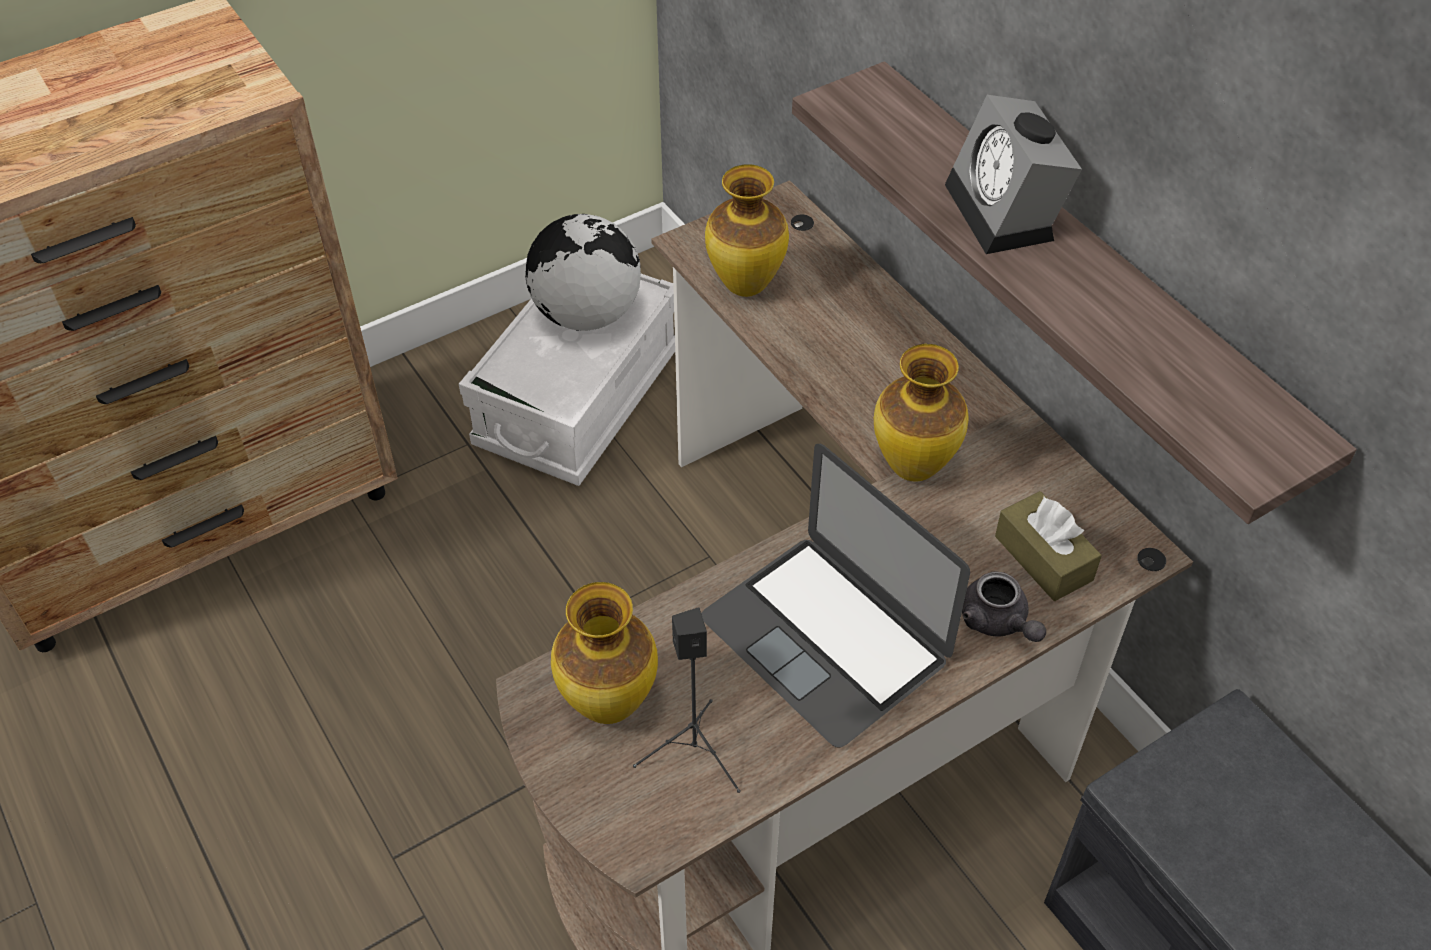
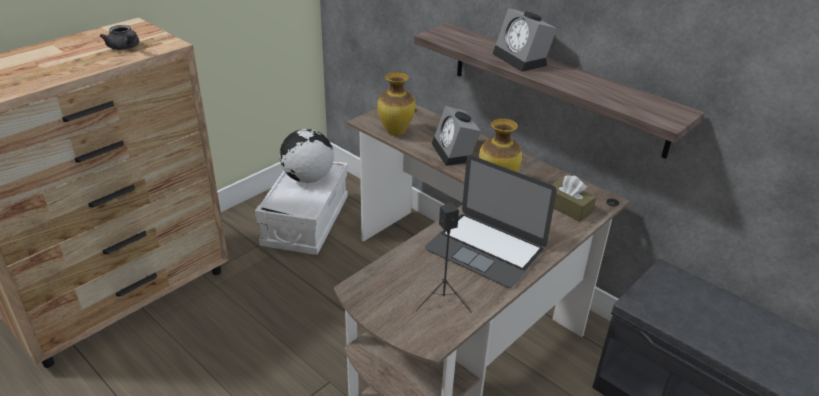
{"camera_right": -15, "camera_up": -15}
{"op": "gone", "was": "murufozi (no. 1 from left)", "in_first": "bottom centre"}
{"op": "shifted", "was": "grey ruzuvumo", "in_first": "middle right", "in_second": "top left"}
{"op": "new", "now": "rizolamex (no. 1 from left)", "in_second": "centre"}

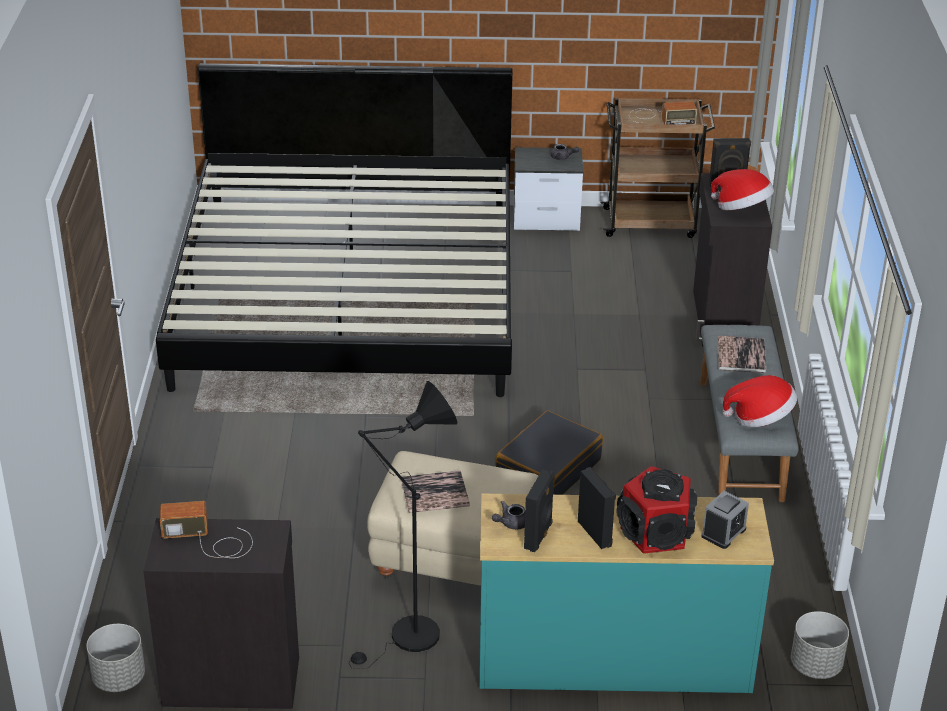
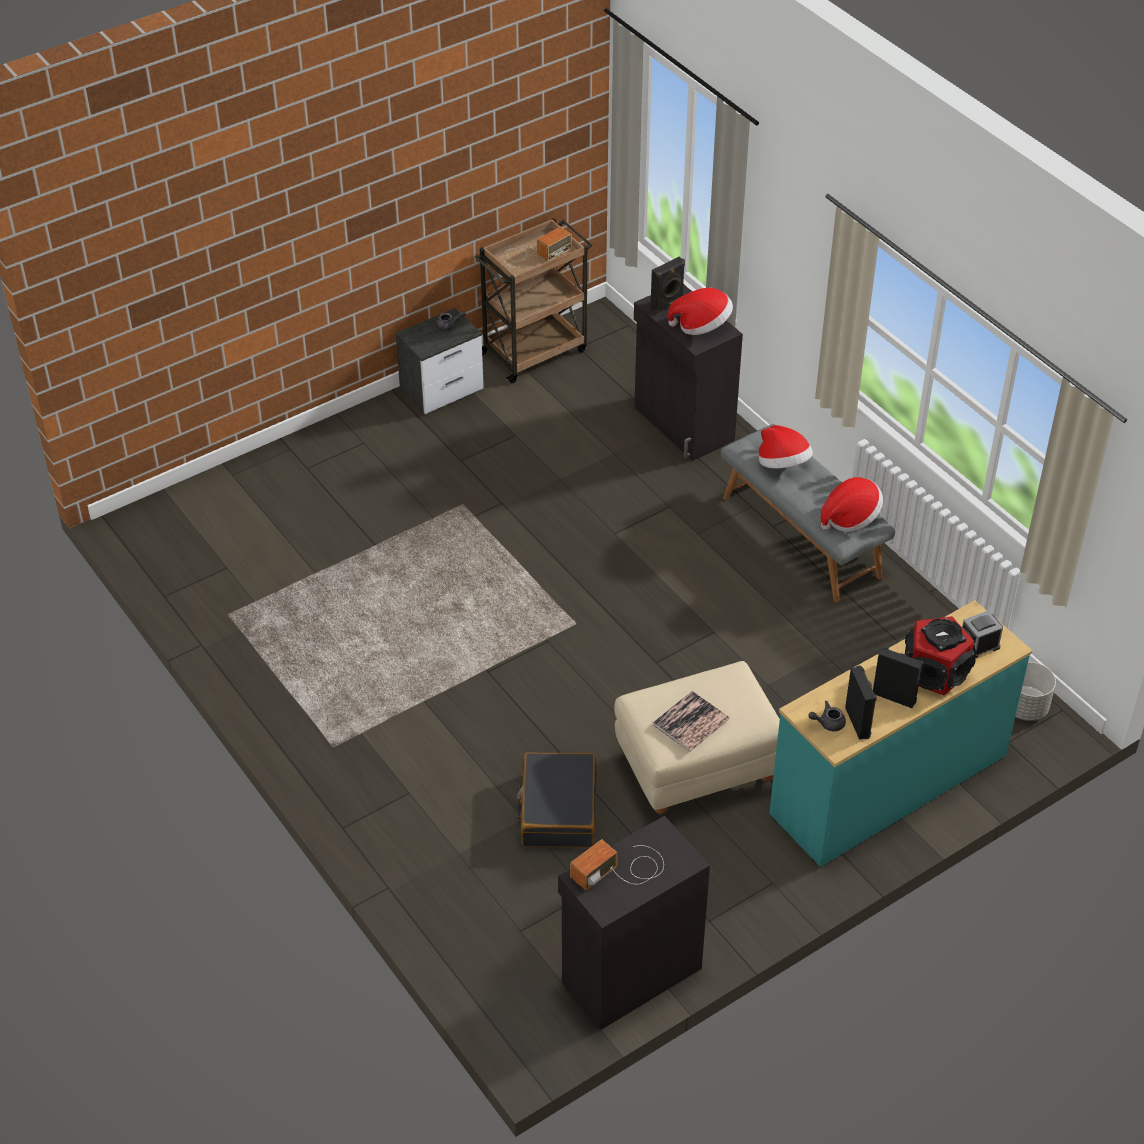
{"camera_right": -35, "camera_up": 10}
{"op": "gone", "was": "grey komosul (no. 1 from left)", "in_first": "bottom left"}
{"op": "gone", "was": "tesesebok", "in_first": "top centre"}
{"op": "gone", "was": "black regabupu", "in_first": "bottom centre"}
{"op": "rotated", "was": "grey ruzuvumo (no. 1 from left in the first image)", "in_first": "bottom centre", "in_second": "middle right", "clockwise": 60}
{"op": "shifted", "was": "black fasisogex", "in_first": "centre", "in_second": "bottom centre"}
{"op": "rotated", "was": "rizolamex", "in_first": "bottom right", "in_second": "middle right", "clockwise": -120}
{"op": "swapped", "was": "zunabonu (no. 2 from left)", "now": "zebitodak (no. 2 from left)", "in_first": "middle right", "in_second": "middle right"}

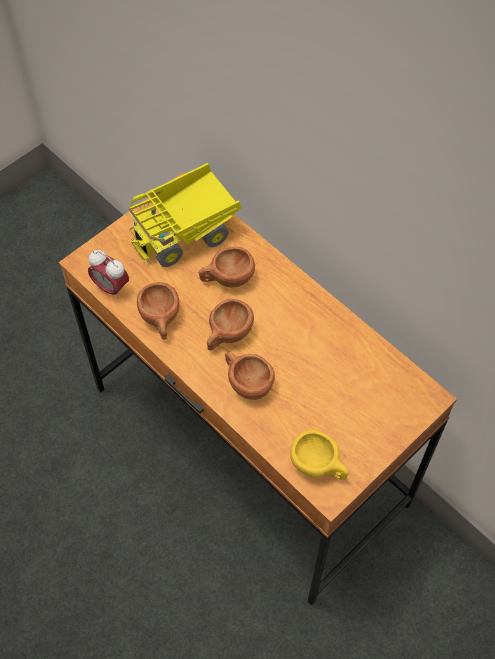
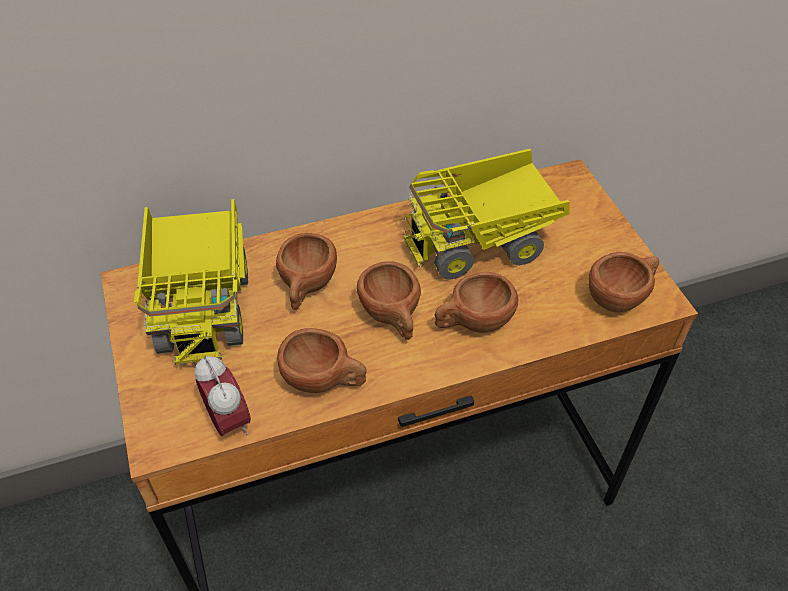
{"camera_right": -65, "camera_up": -10}
{"op": "rotated", "was": "rizolamex", "in_first": "middle left", "in_second": "bottom left", "clockwise": -90}
{"op": "repainted", "was": "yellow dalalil", "now": "brown dalalil (no. 5 from left)", "in_first": "bottom centre", "in_second": "middle right"}
{"op": "new", "now": "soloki (no. 2 from left)", "in_second": "centre"}

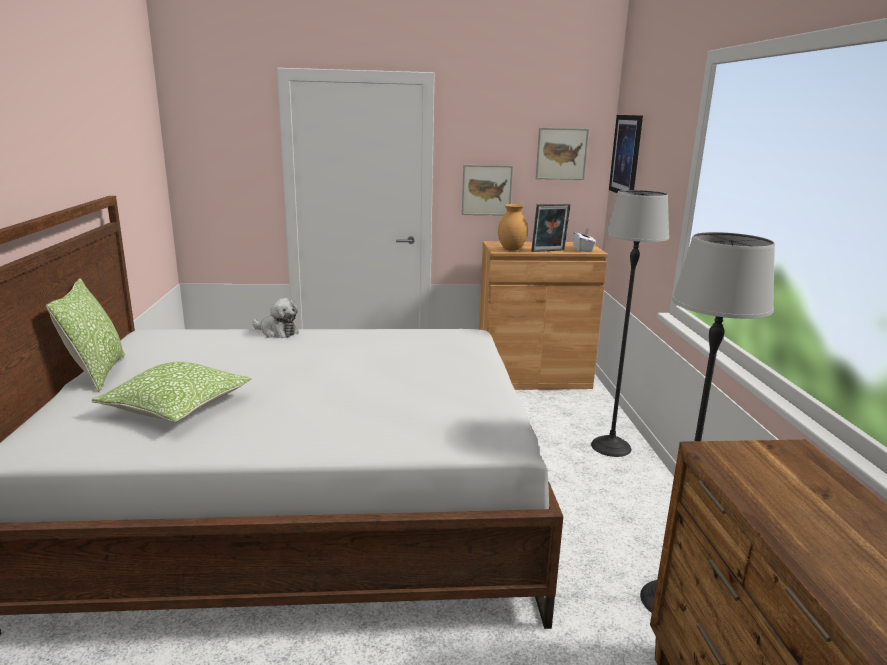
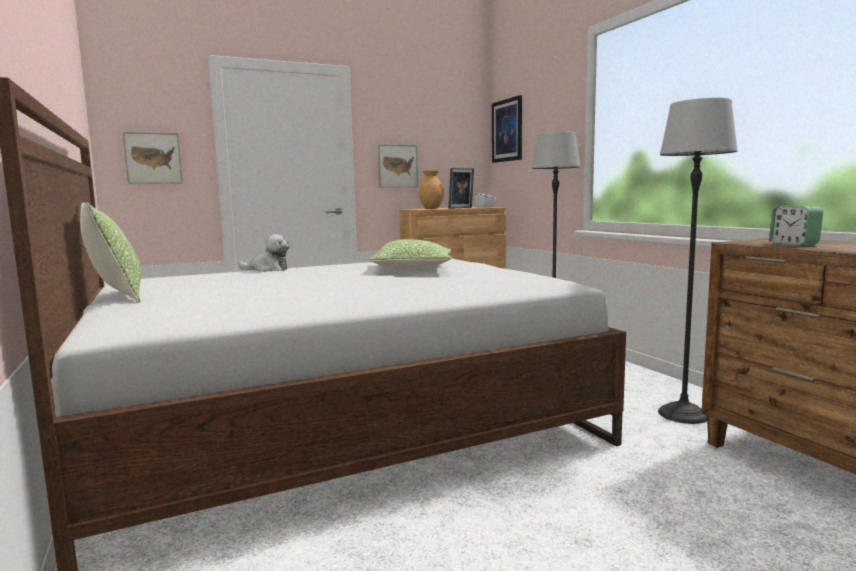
{"camera_right": -20, "camera_up": -10}
{"op": "shifted", "was": "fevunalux (no. 2 from left)", "in_first": "middle left", "in_second": "centre"}
{"op": "shifted", "was": "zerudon (no. 2 from left in the first image)", "now": "zerudon (no. 1 from left)", "in_first": "top centre", "in_second": "top left"}
{"op": "new", "now": "rizolamex", "in_second": "middle right"}

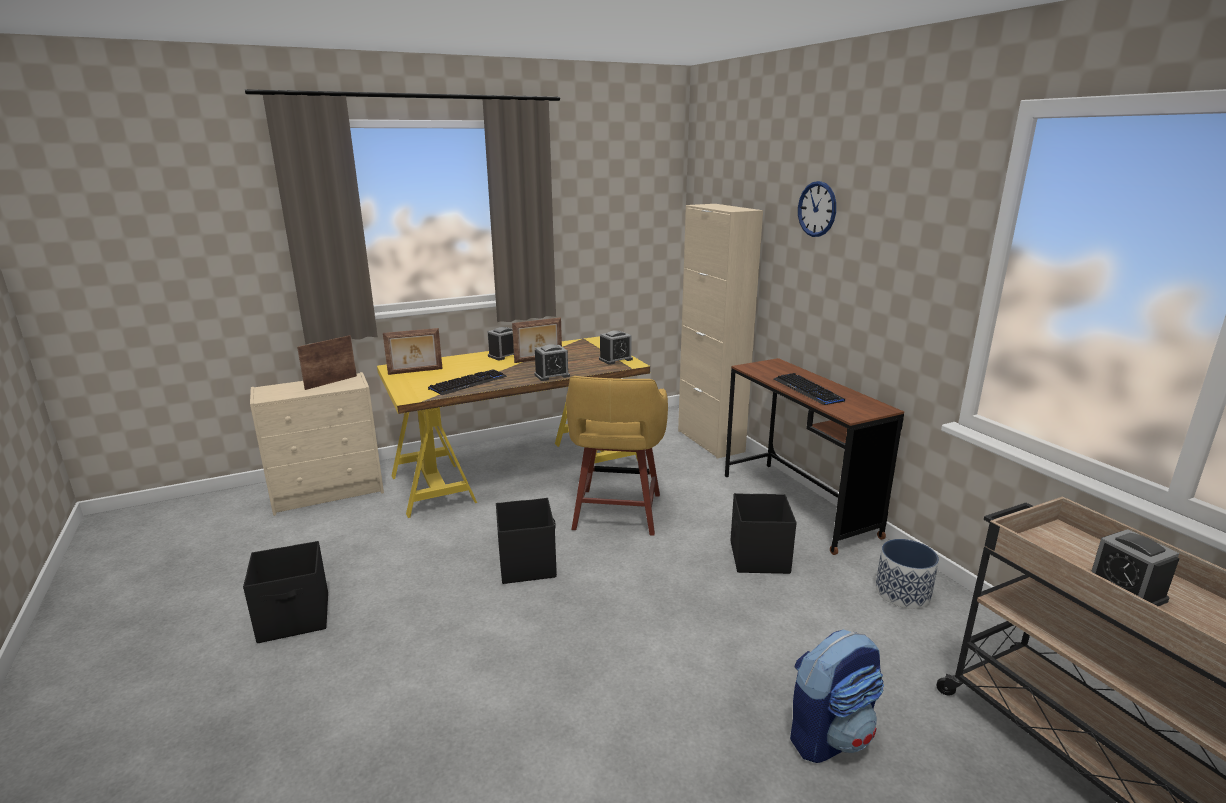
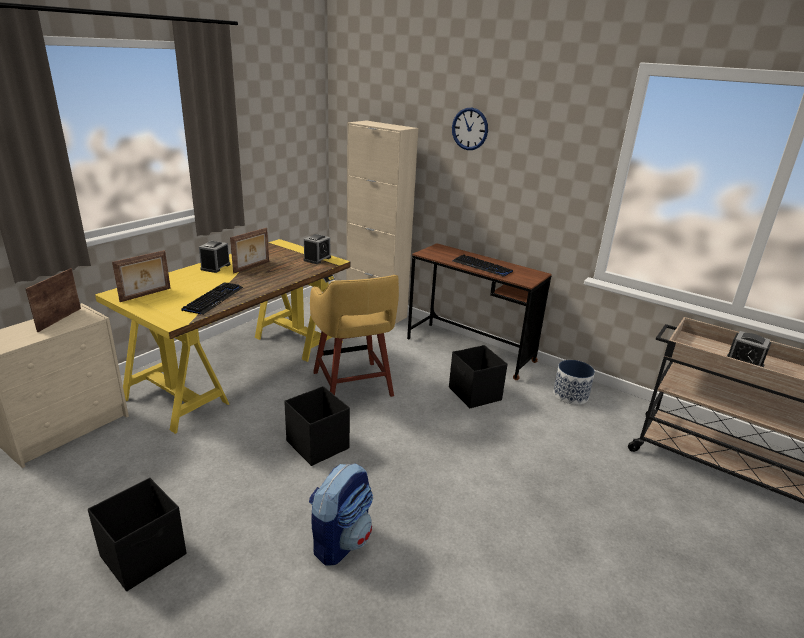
{"camera_right": -30, "camera_up": 5}
{"op": "gone", "was": "rizolamex (no. 2 from left)", "in_first": "centre"}
{"op": "shifted", "was": "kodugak", "in_first": "bottom right", "in_second": "bottom centre"}

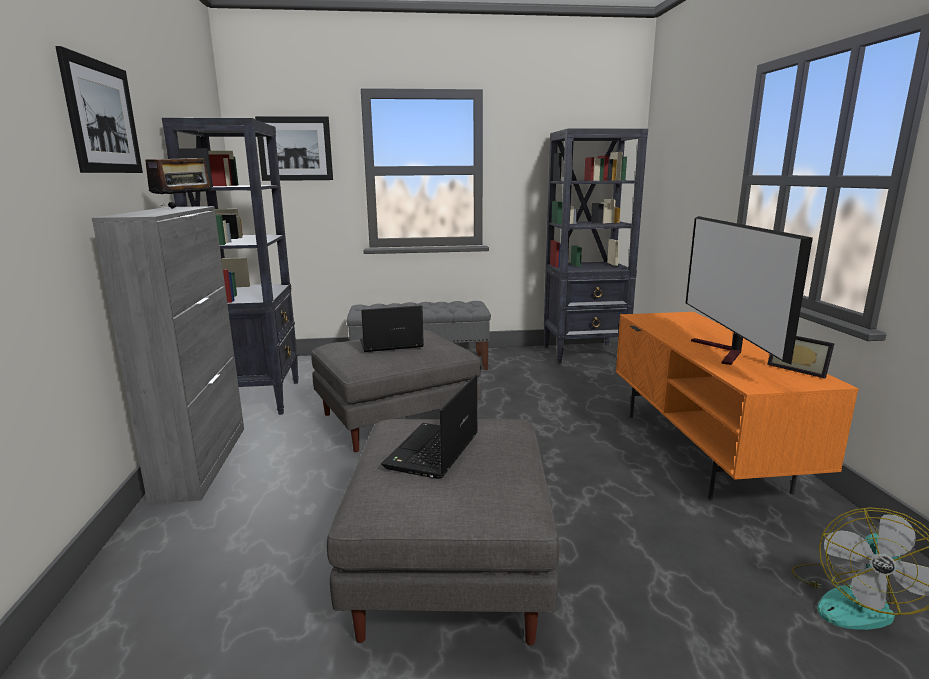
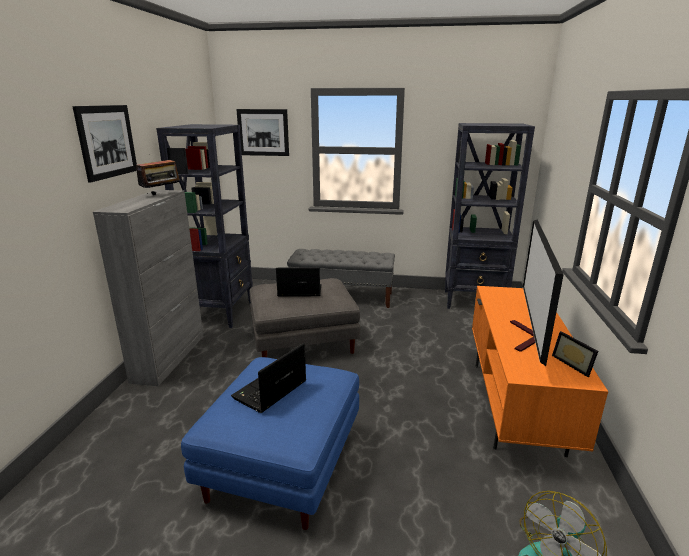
{"camera_right": 15, "camera_up": 5}
{"op": "repainted", "was": "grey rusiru (no. 2 from left)", "now": "blue rusiru", "in_first": "bottom centre", "in_second": "bottom centre"}

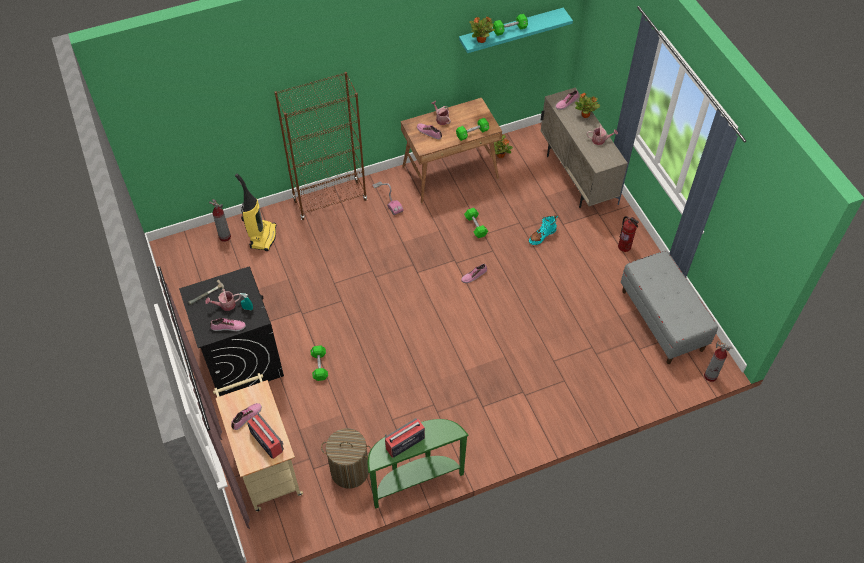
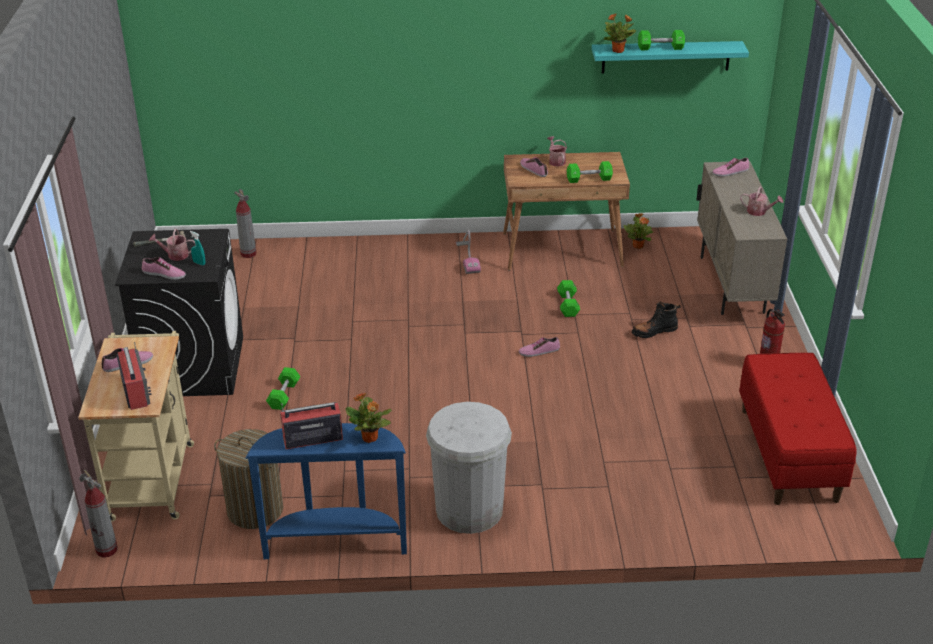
{"camera_right": 20, "camera_up": -20}
{"op": "gone", "was": "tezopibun (no. 1 from left)", "in_first": "middle left"}
{"op": "gone", "was": "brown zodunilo", "in_first": "top centre"}
{"op": "repainted", "was": "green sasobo", "now": "blue sasobo", "in_first": "bottom centre", "in_second": "bottom centre"}
{"op": "repainted", "was": "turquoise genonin", "now": "black genonin", "in_first": "centre", "in_second": "middle right"}
{"op": "shifted", "was": "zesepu (no. 3 from left in the first image)", "now": "zesepu (no. 1 from left)", "in_first": "top right", "in_second": "centre"}
{"op": "repainted", "was": "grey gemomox", "now": "red gemomox", "in_first": "middle right", "in_second": "middle right"}
{"op": "shifted", "was": "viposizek (no. 3 from left in the first image)", "now": "viposizek (no. 1 from left)", "in_first": "middle right", "in_second": "bottom left"}
{"op": "new", "now": "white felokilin", "in_second": "bottom centre"}

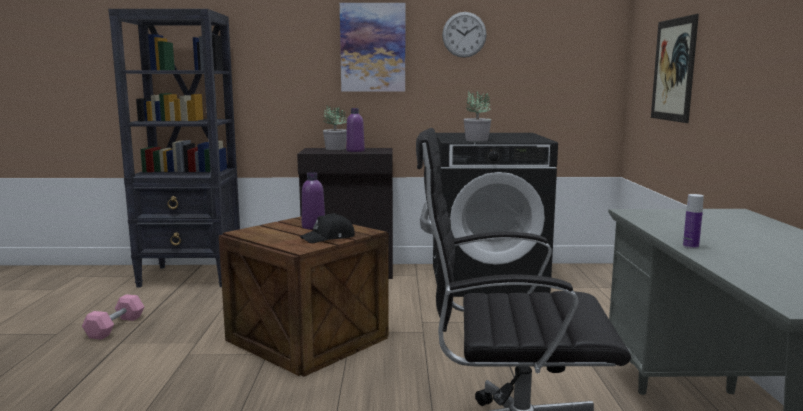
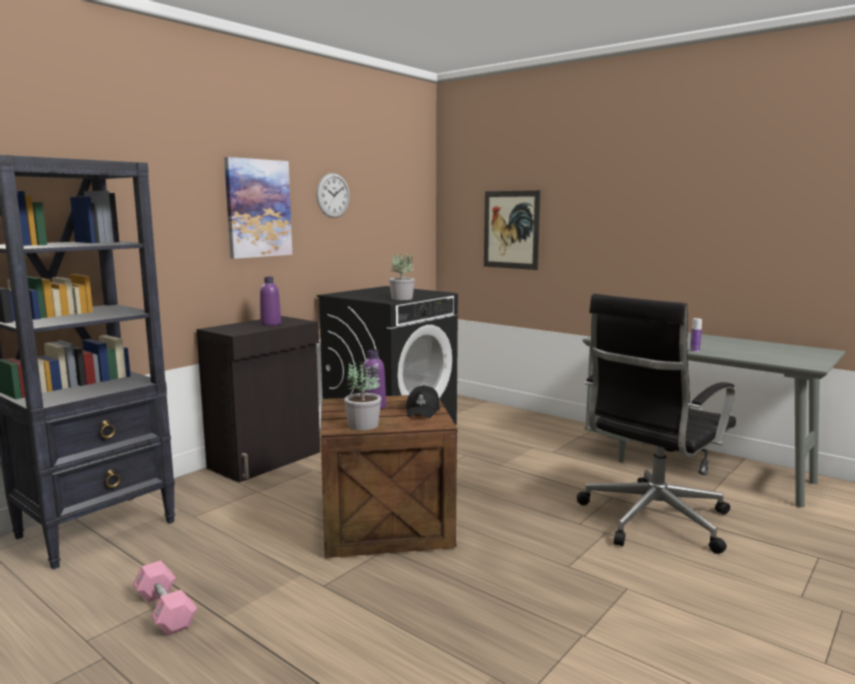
{"camera_right": -50, "camera_up": 0}
{"op": "shifted", "was": "zesepu (no. 1 from left)", "in_first": "top centre", "in_second": "centre"}

